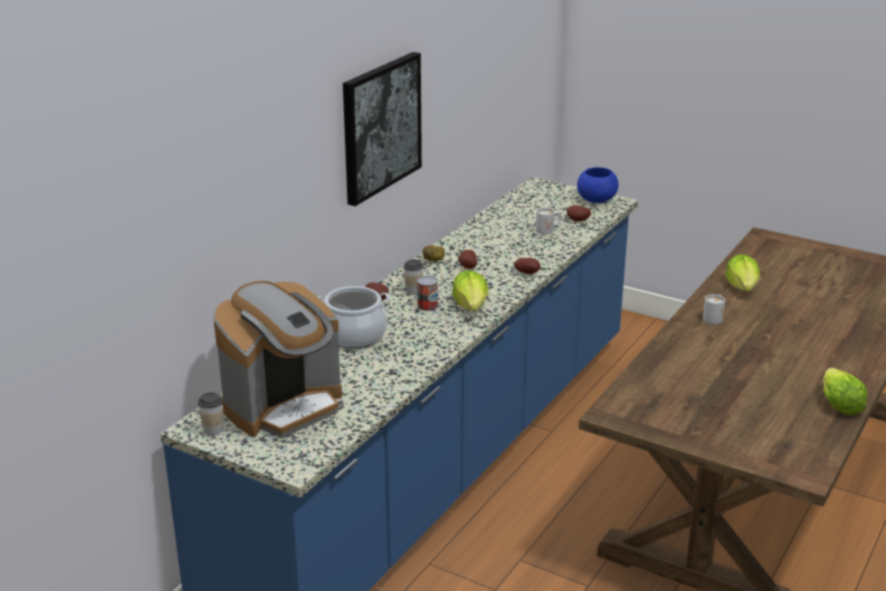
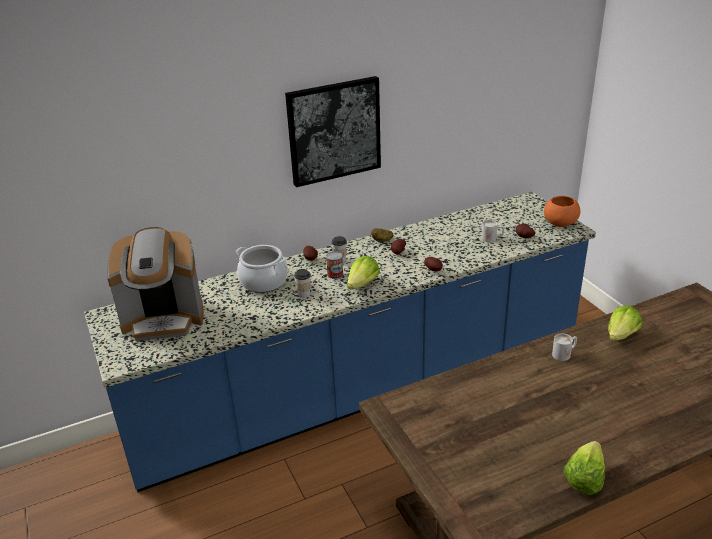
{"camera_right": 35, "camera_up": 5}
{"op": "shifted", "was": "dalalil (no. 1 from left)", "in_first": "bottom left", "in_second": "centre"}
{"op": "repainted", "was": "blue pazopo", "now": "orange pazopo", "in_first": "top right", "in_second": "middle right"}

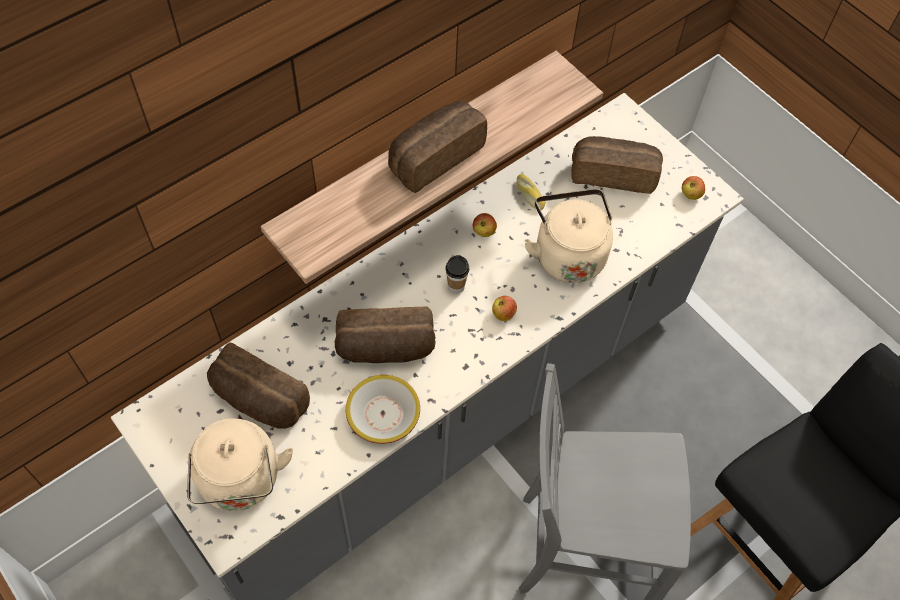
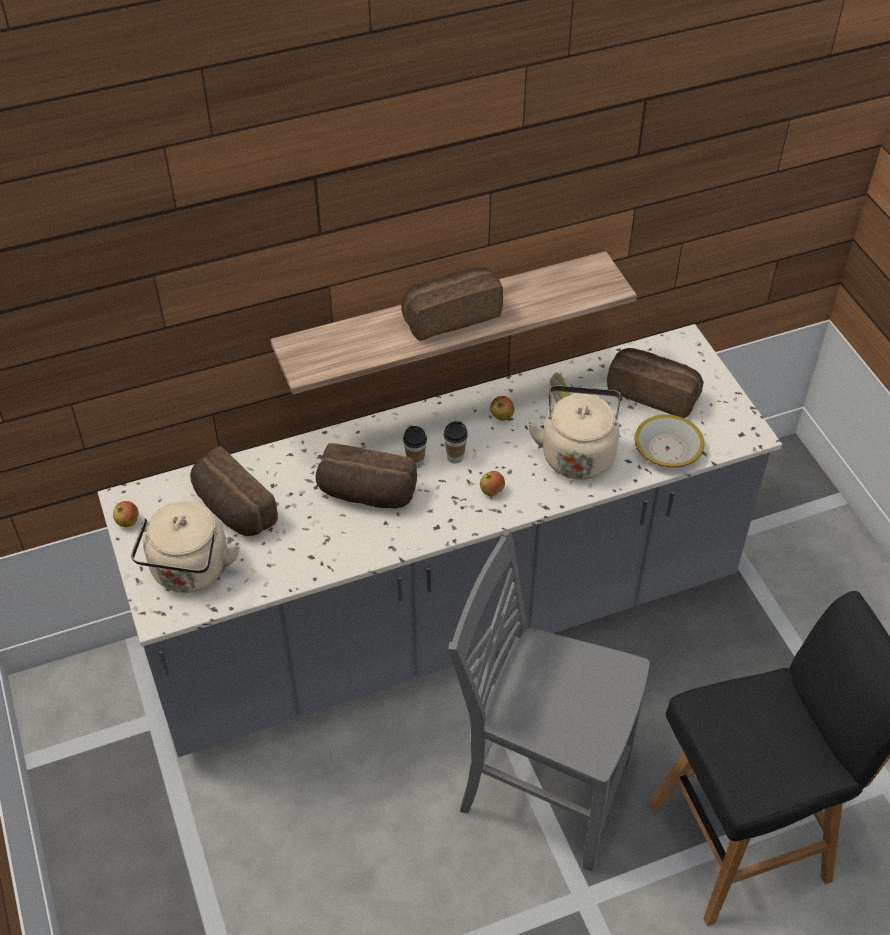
{"camera_right": 20, "camera_up": -10}
{"op": "shifted", "was": "pazopo", "in_first": "bottom centre", "in_second": "middle right"}
{"op": "shifted", "was": "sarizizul (no. 3 from left in the first image)", "now": "sarizizul (no. 1 from left)", "in_first": "top right", "in_second": "middle left"}
{"op": "new", "now": "dalalil (no. 1 from left)", "in_second": "centre"}

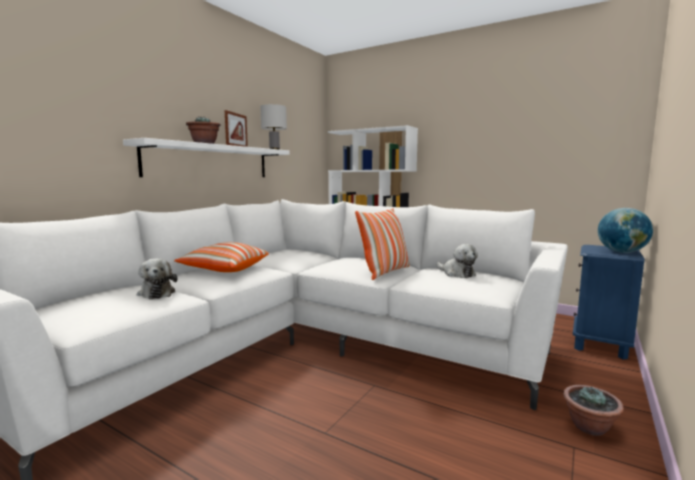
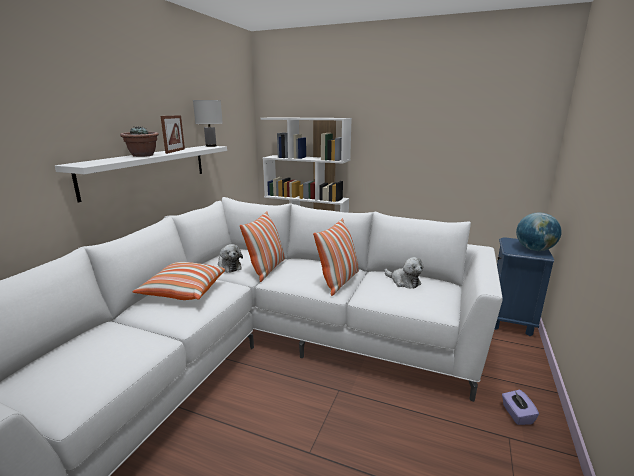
{"camera_right": -10, "camera_up": 10}
{"op": "shifted", "was": "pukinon (no. 1 from left)", "in_first": "middle left", "in_second": "centre"}
{"op": "swapped", "was": "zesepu (no. 2 from left)", "now": "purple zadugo", "in_first": "bottom right", "in_second": "bottom right"}
{"op": "new", "now": "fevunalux (no. 2 from left)", "in_second": "centre"}

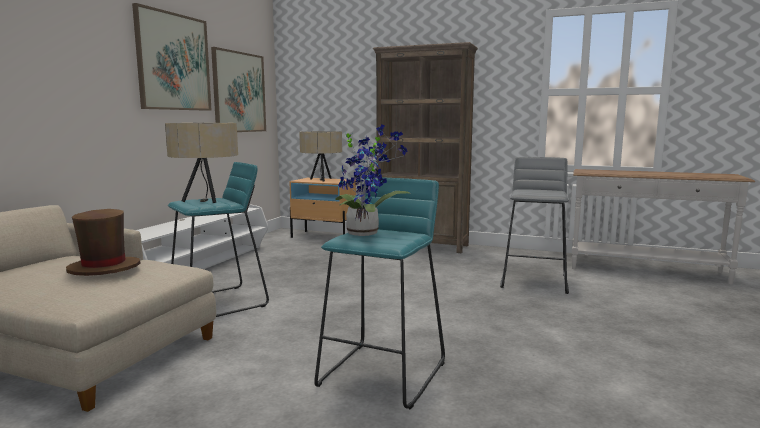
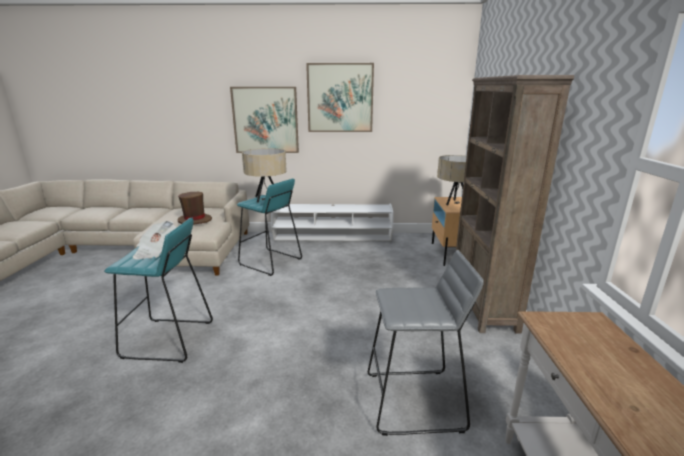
{"camera_right": 70, "camera_up": 10}
{"op": "shifted", "was": "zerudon (no. 2 from left in the first image)", "now": "zerudon (no. 1 from left)", "in_first": "top left", "in_second": "top centre"}
{"op": "swapped", "was": "zesepu", "now": "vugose", "in_first": "centre", "in_second": "middle left"}

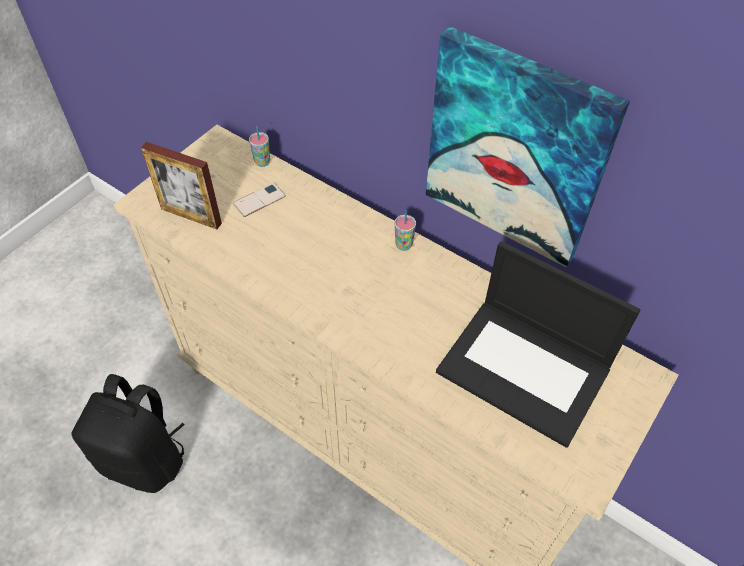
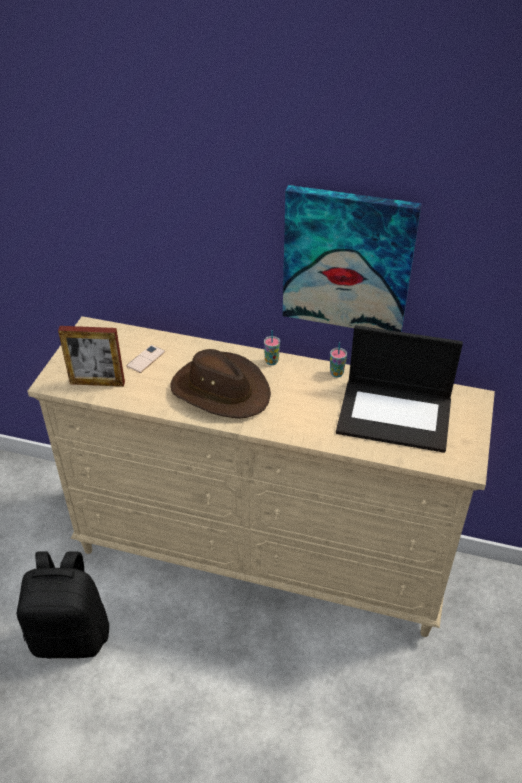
{"camera_right": -20, "camera_up": -10}
{"op": "shifted", "was": "dalalil (no. 1 from left in the first image)", "now": "dalalil (no. 2 from left)", "in_first": "top centre", "in_second": "centre"}
{"op": "new", "now": "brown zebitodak", "in_second": "centre"}

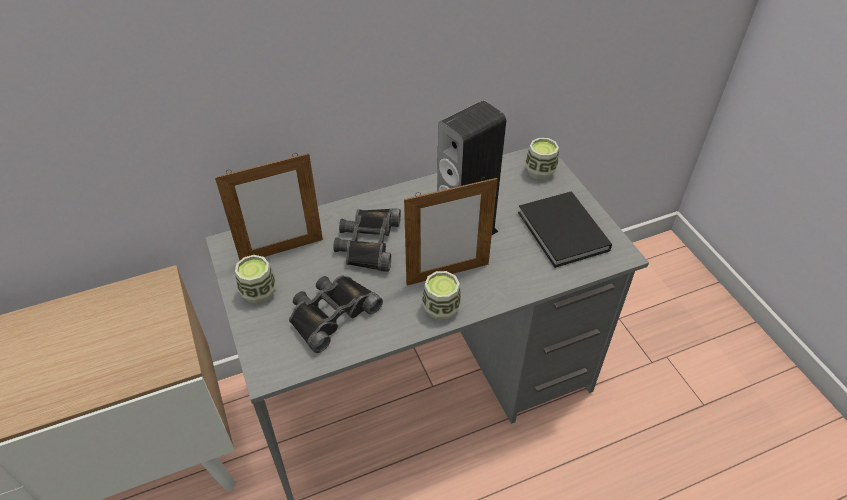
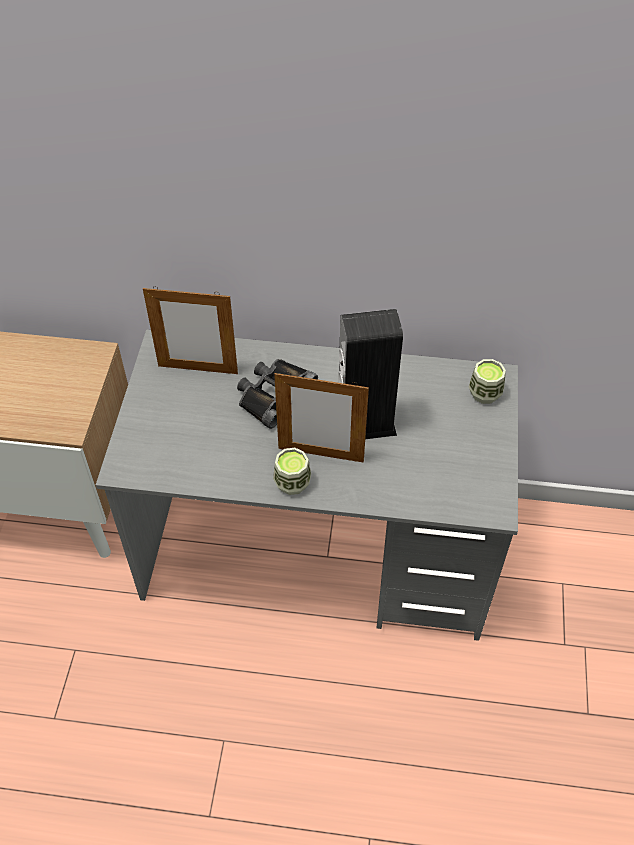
{"camera_right": 30, "camera_up": 5}
{"op": "gone", "was": "dalalil (no. 1 from left)", "in_first": "middle left"}
{"op": "gone", "was": "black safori (no. 1 from left)", "in_first": "centre"}
{"op": "gone", "was": "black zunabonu", "in_first": "middle right"}

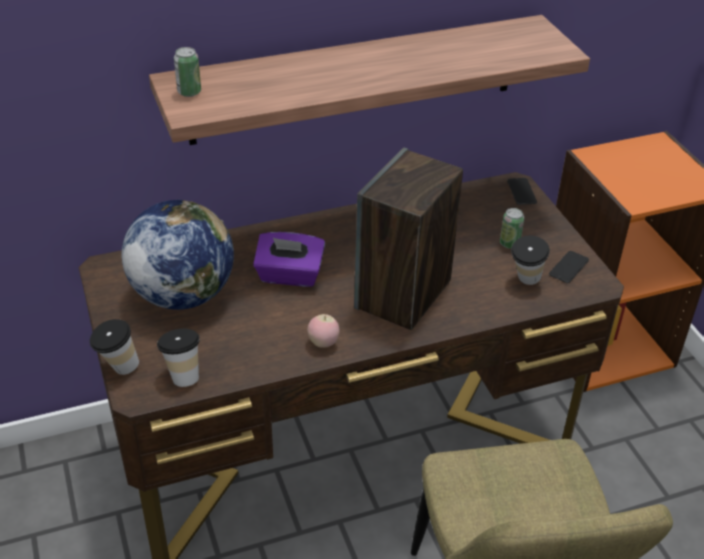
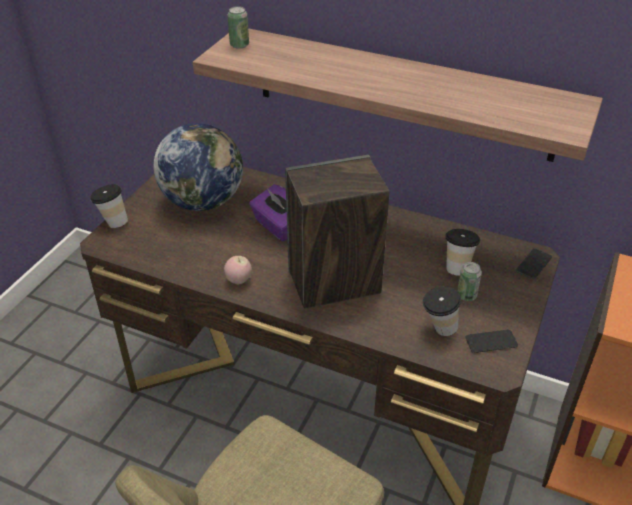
{"camera_right": 45, "camera_up": 0}
{"op": "shifted", "was": "dalalil (no. 2 from left in the first image)", "now": "dalalil (no. 3 from left)", "in_first": "middle left", "in_second": "middle right"}

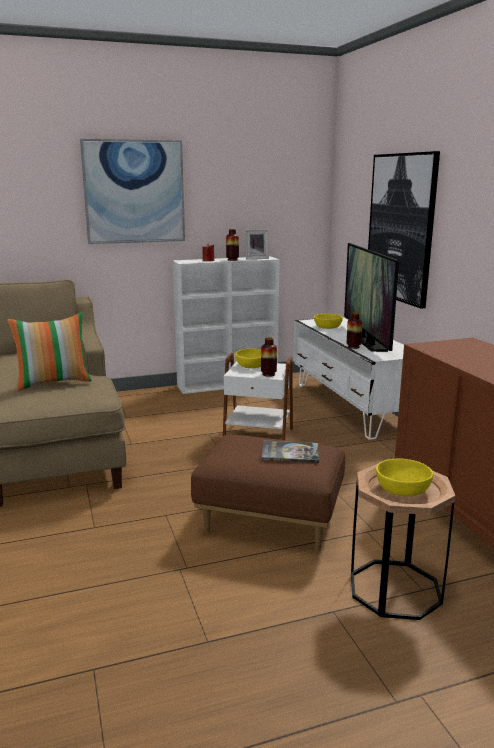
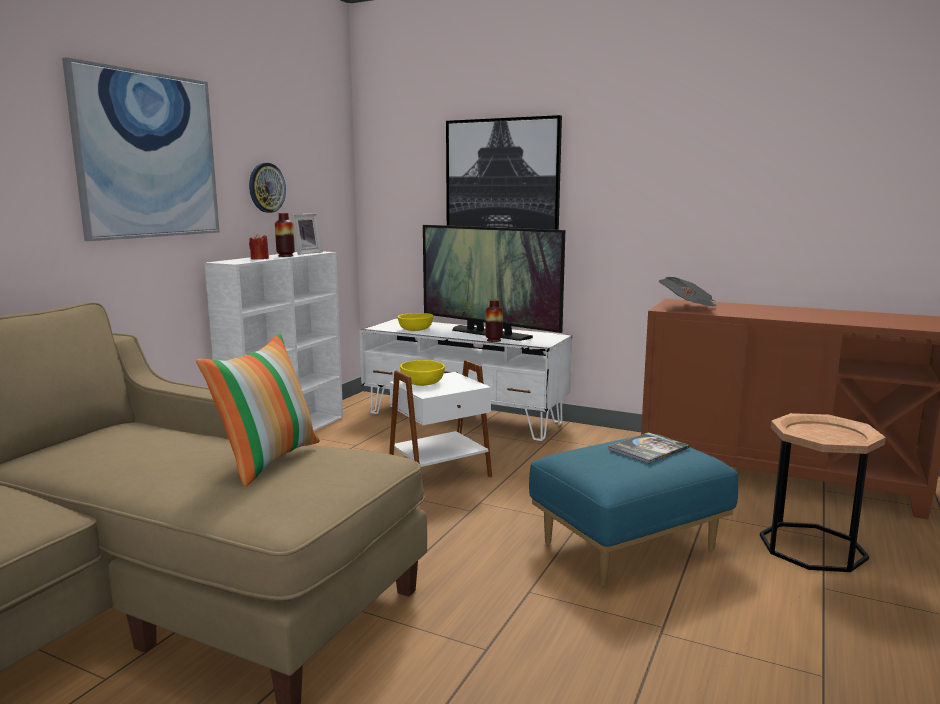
{"camera_right": -45, "camera_up": -5}
{"op": "repainted", "was": "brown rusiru", "now": "blue rusiru", "in_first": "centre", "in_second": "bottom right"}
{"op": "gone", "was": "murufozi (no. 2 from left)", "in_first": "centre"}
{"op": "gone", "was": "yellow pazopo (no. 3 from left)", "in_first": "middle right"}
{"op": "new", "now": "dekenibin", "in_second": "top left"}
{"op": "new", "now": "vugose", "in_second": "middle right"}

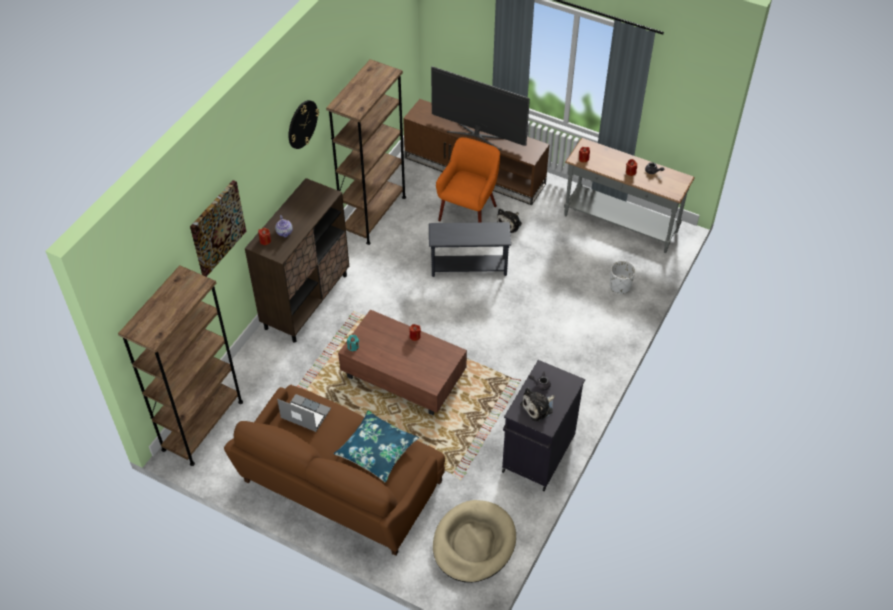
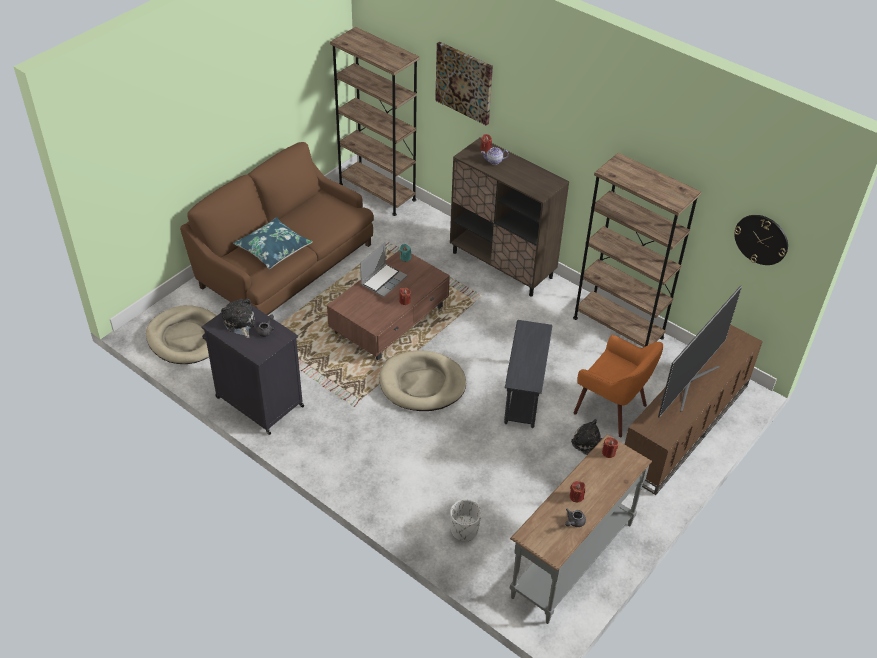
{"camera_right": 100, "camera_up": -5}
{"op": "shifted", "was": "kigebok", "in_first": "bottom centre", "in_second": "centre"}
{"op": "shifted", "was": "dekenibin", "in_first": "top centre", "in_second": "middle right"}
{"op": "new", "now": "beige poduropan (no. 2 from left)", "in_second": "centre"}

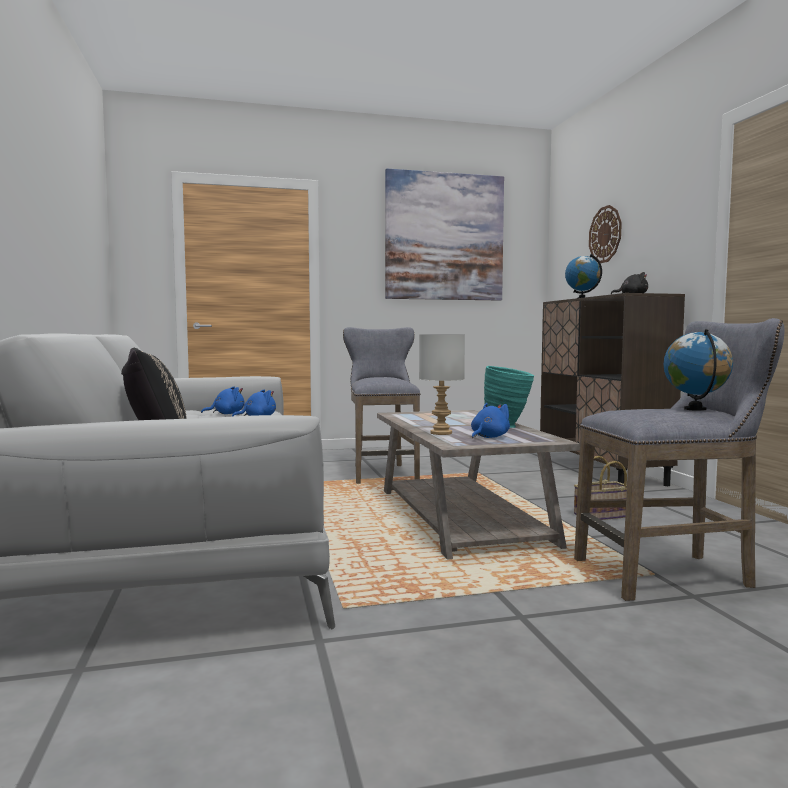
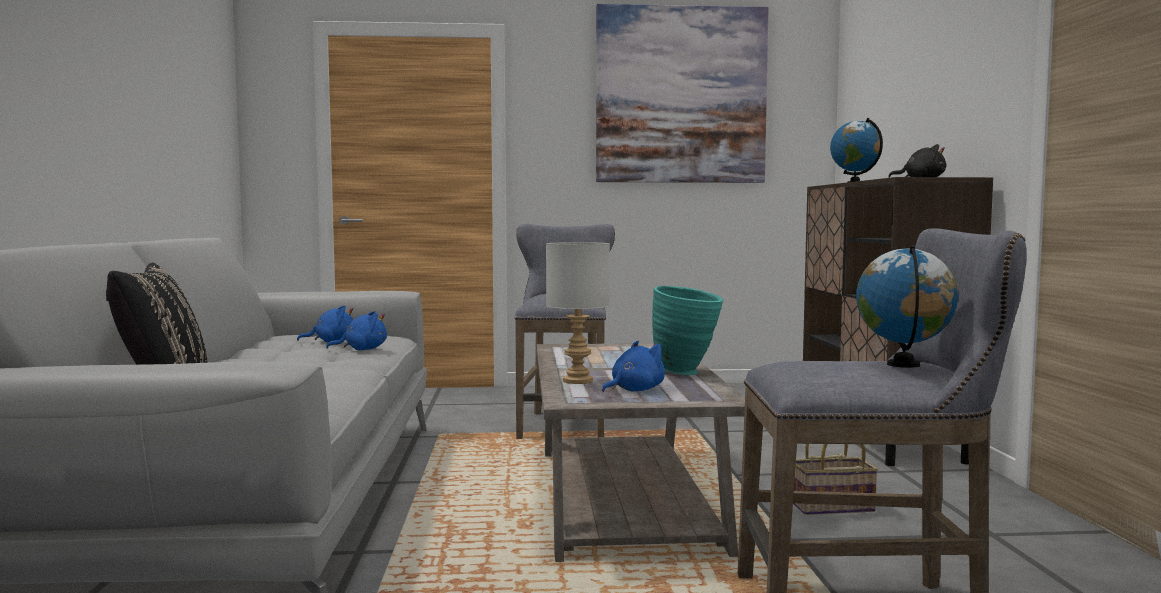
{"camera_right": 10, "camera_up": 0}
{"op": "gone", "was": "dekenibin", "in_first": "top right"}

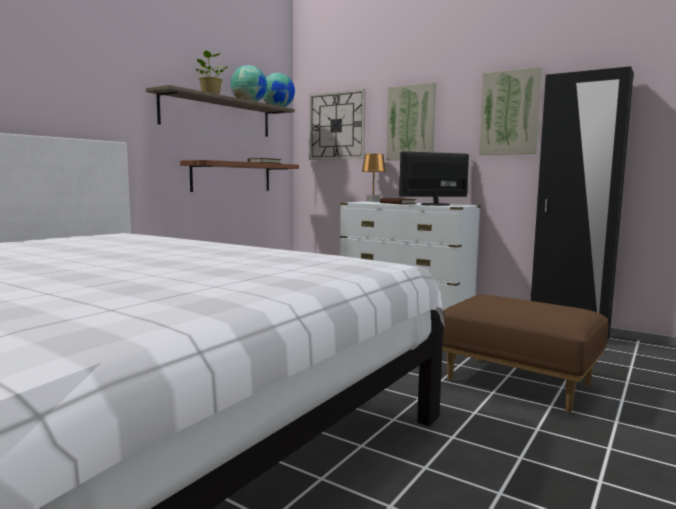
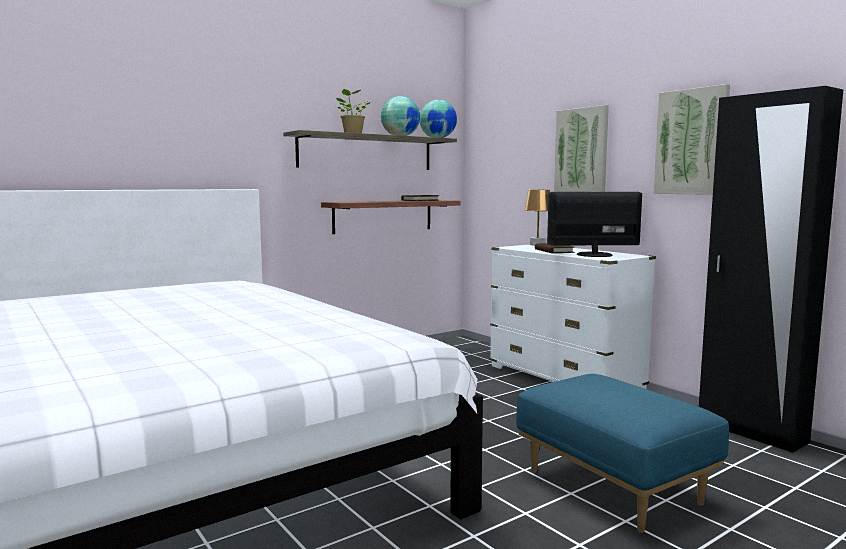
{"camera_right": 20, "camera_up": 0}
{"op": "gone", "was": "dekenibin", "in_first": "top centre"}
{"op": "repainted", "was": "brown rusiru", "now": "blue rusiru", "in_first": "bottom right", "in_second": "bottom right"}

